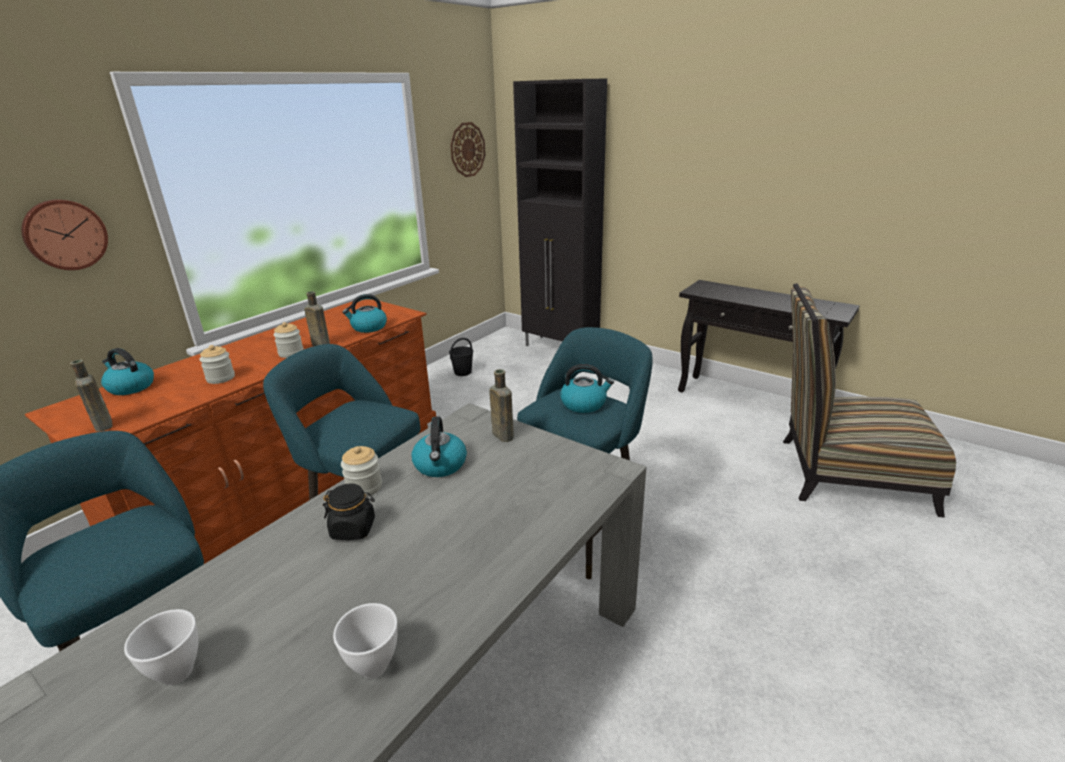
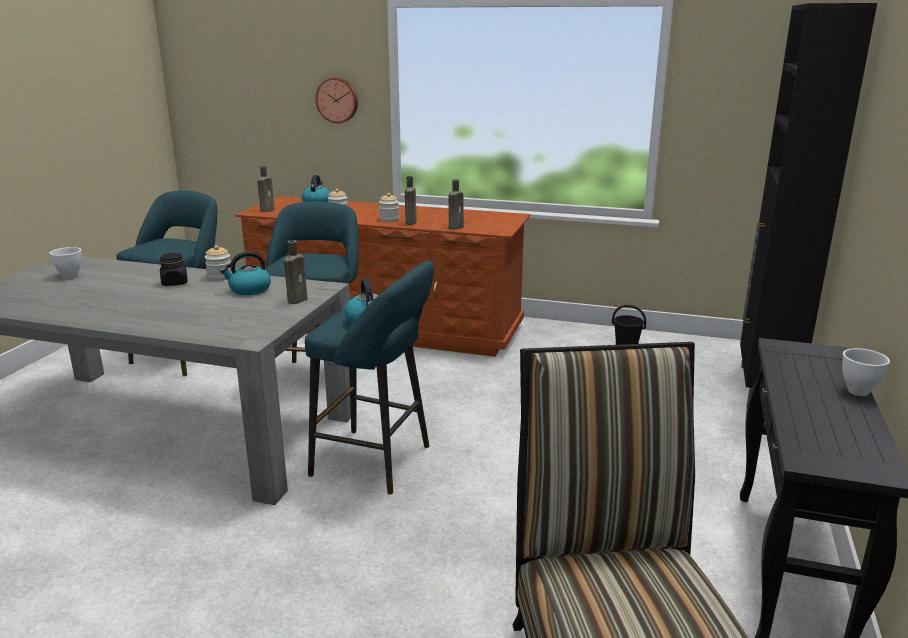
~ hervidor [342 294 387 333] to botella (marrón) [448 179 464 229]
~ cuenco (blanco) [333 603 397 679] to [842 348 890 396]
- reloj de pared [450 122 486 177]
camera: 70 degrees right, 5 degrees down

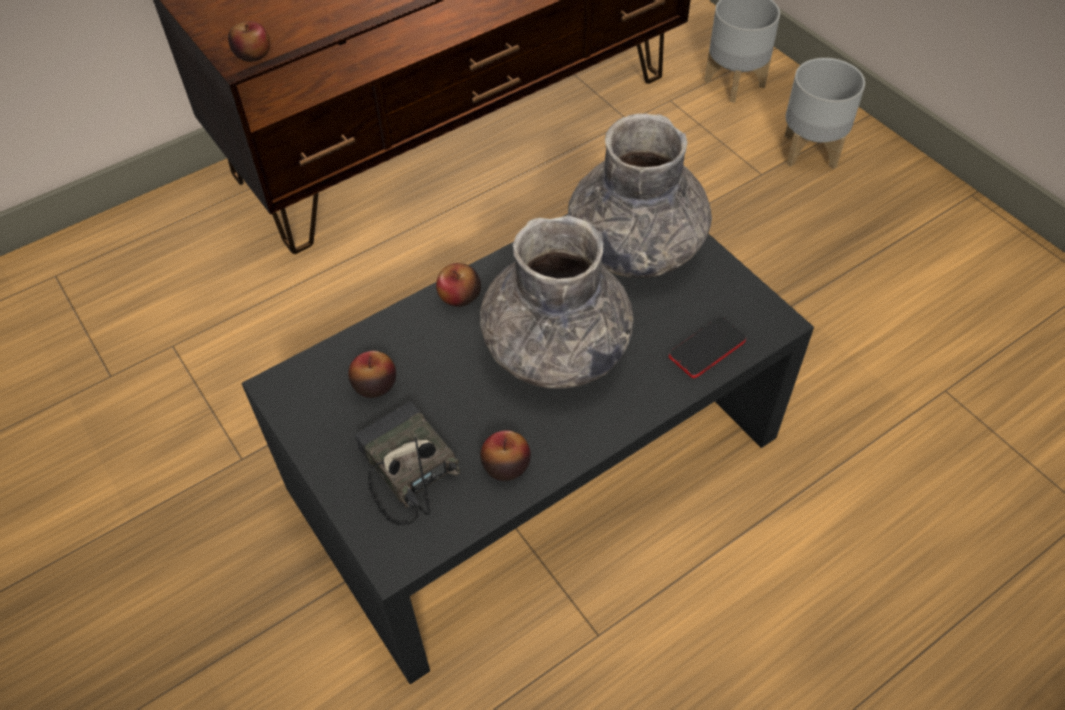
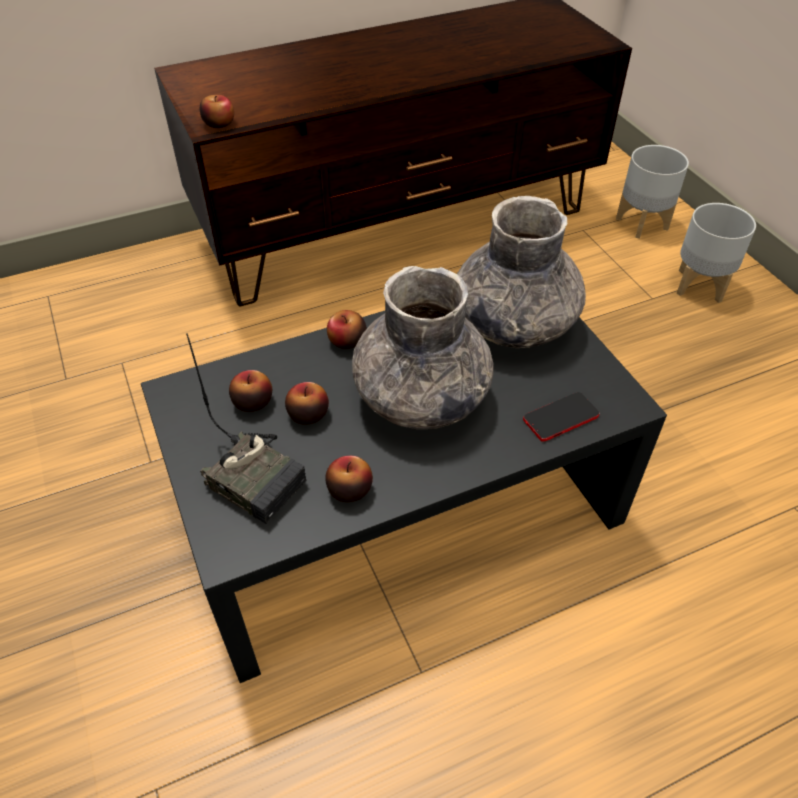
~ radio [355 401 460 525] = [186 333 306 524] 150 degrees clockwise
+ manzana [285 382 329 425]
camera: 10 degrees right, 5 degrees down

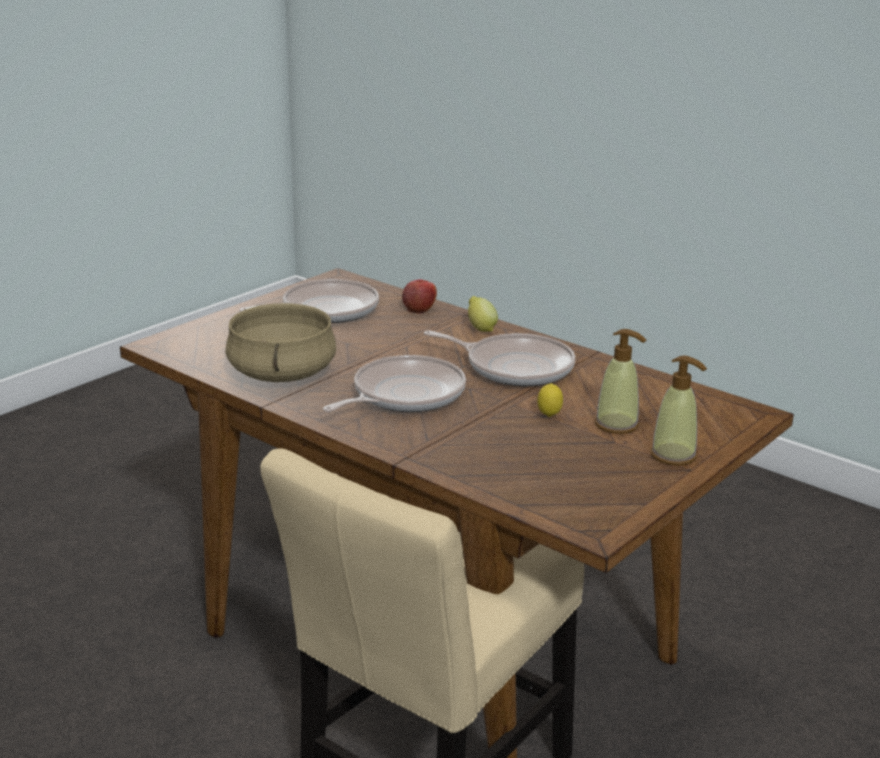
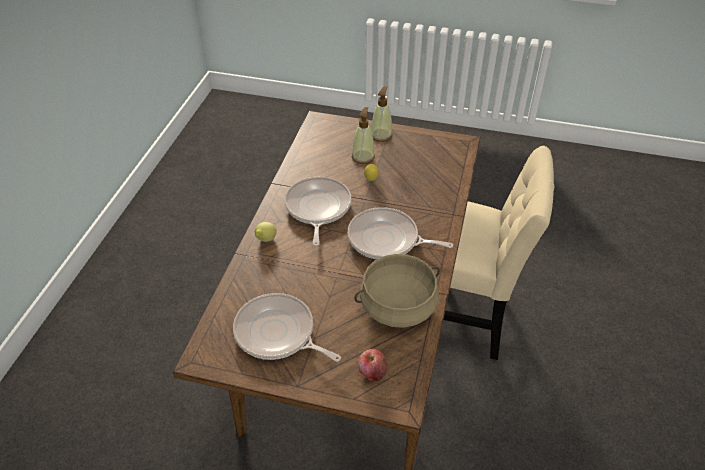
~ manzana [402 280 437 314] to [358 349 387 381]
camera: 115 degrees left, 20 degrees up

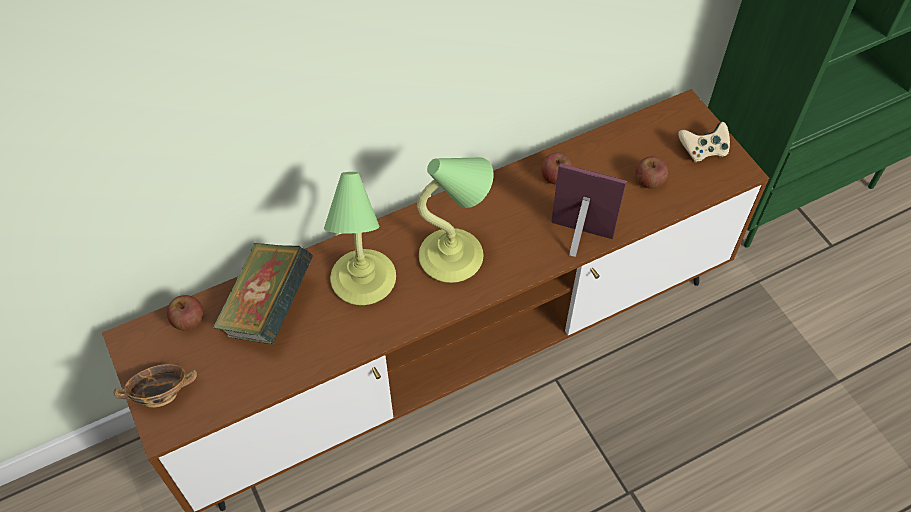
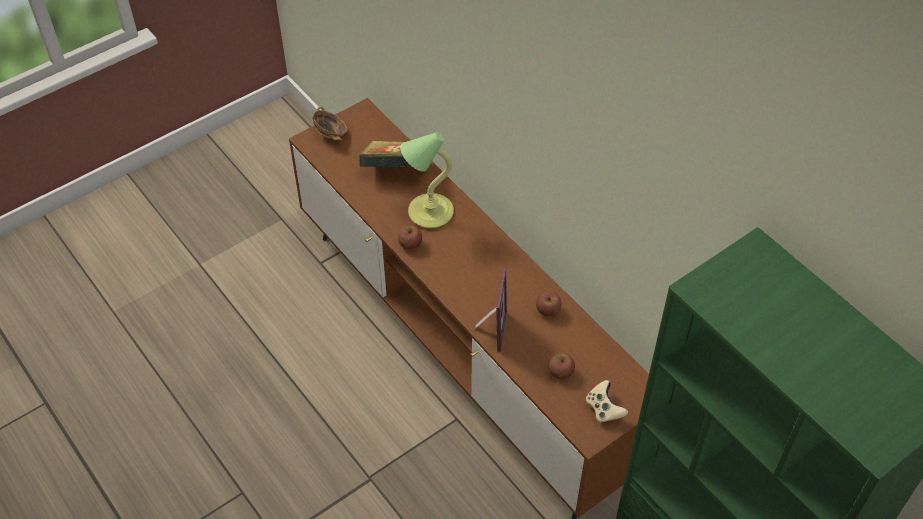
~ manzana [167 295 203 331] to [398 225 422 250]
- lámpara de mesa [417 158 494 283]
camera: 80 degrees right, 5 degrees down

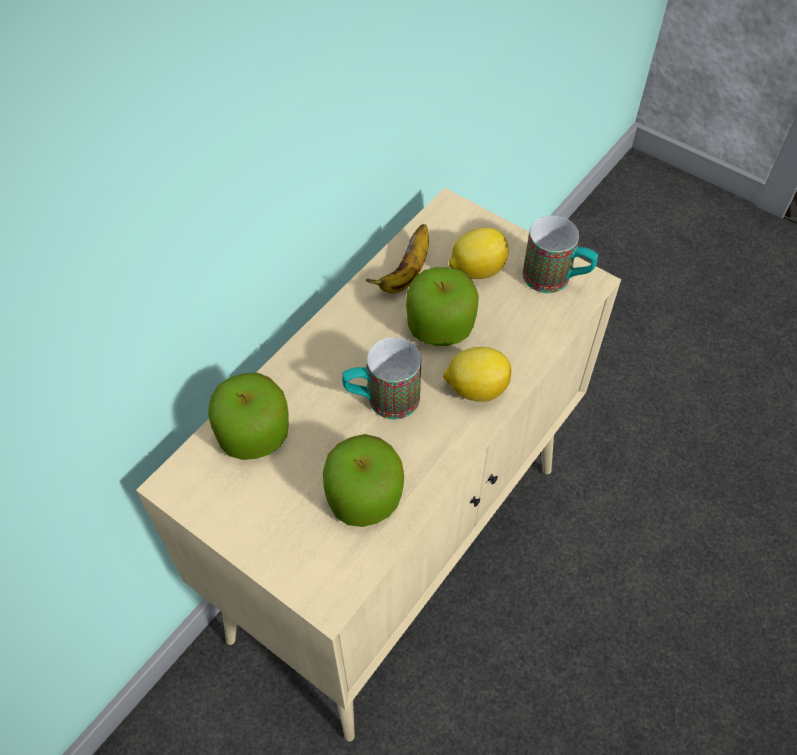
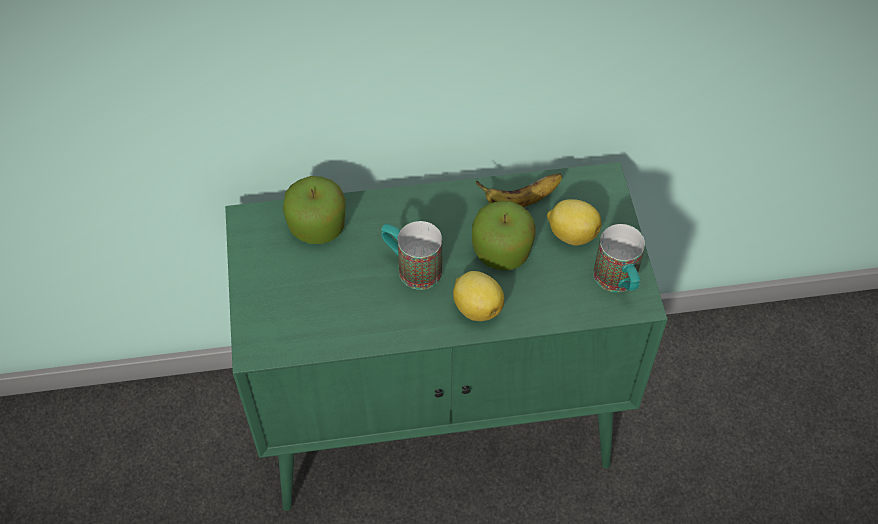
~ armario (beis) [136 188 621 741] to armario (verde) [225 162 668 511]
- manzana [323 434 404 527]
camera: 45 degrees right, 0 degrees up

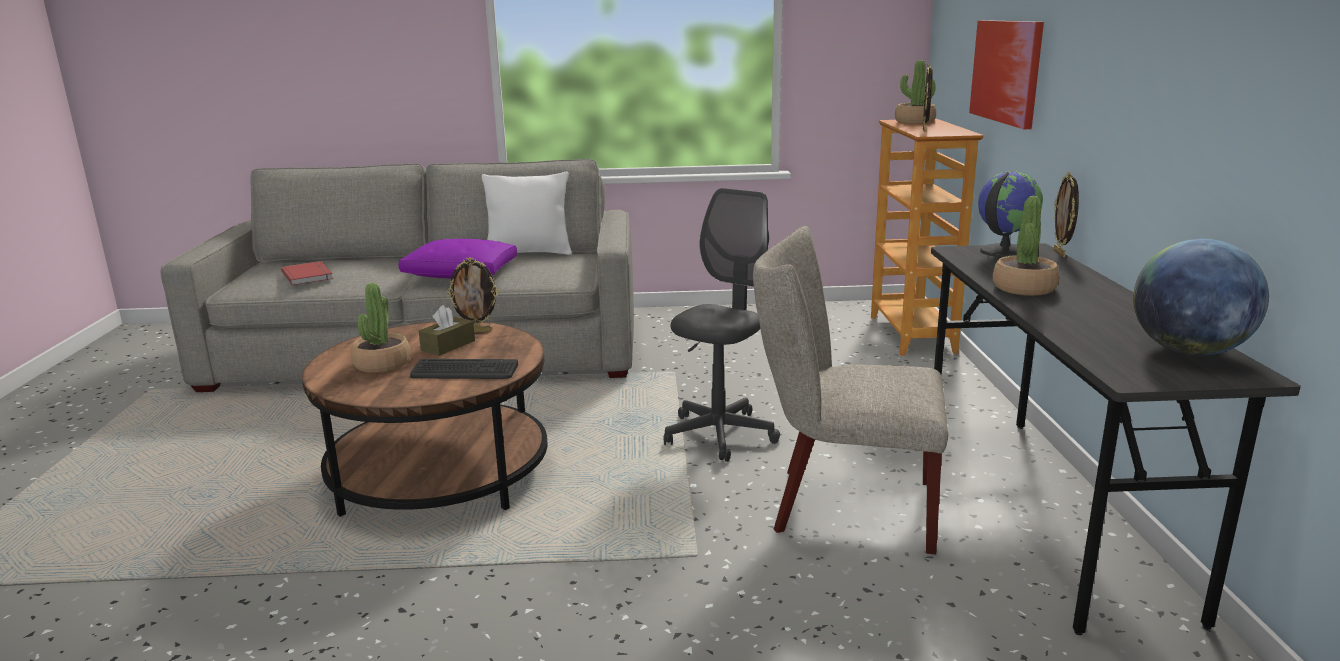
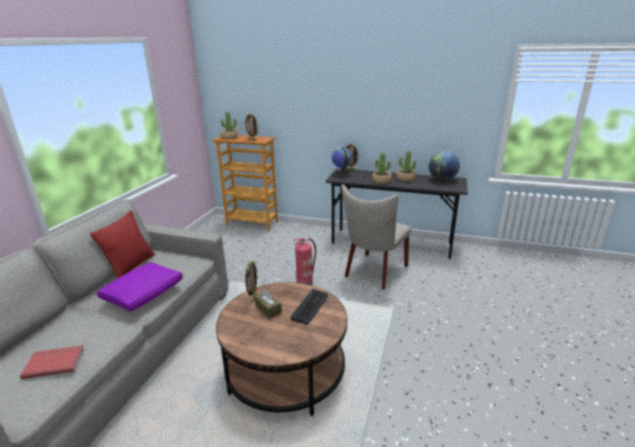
~ cojín (blanco) [482 172 572 255] to cojín (rojo) [90 210 155 279]
~ silla de oficina (gris) [664 188 780 462] to extintor [294 238 316 285]
~ planta en maceta [351 283 411 373] to [396 151 416 182]
- cuadro [969 20 1044 129]
camera: 70 degrees left, 5 degrees up

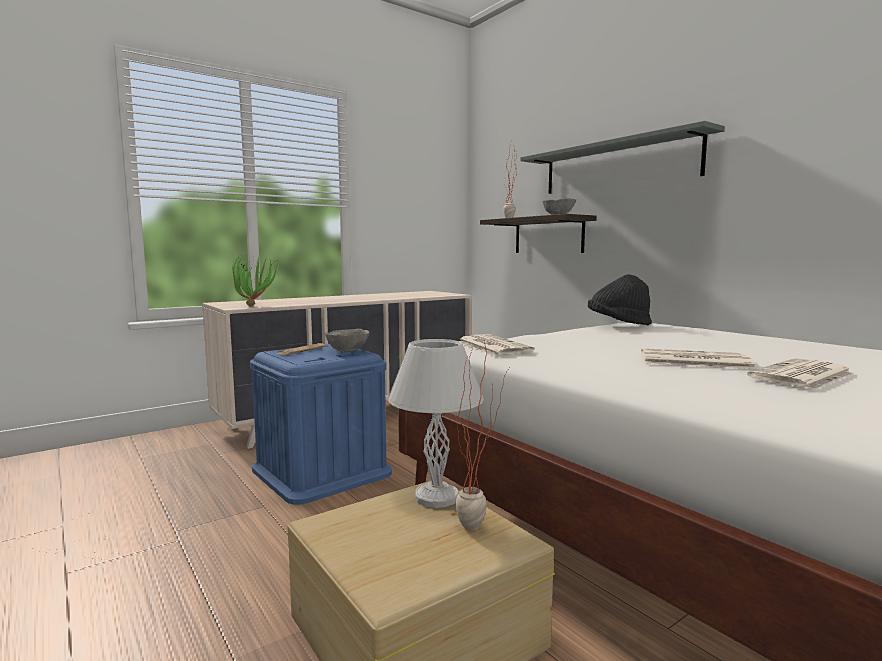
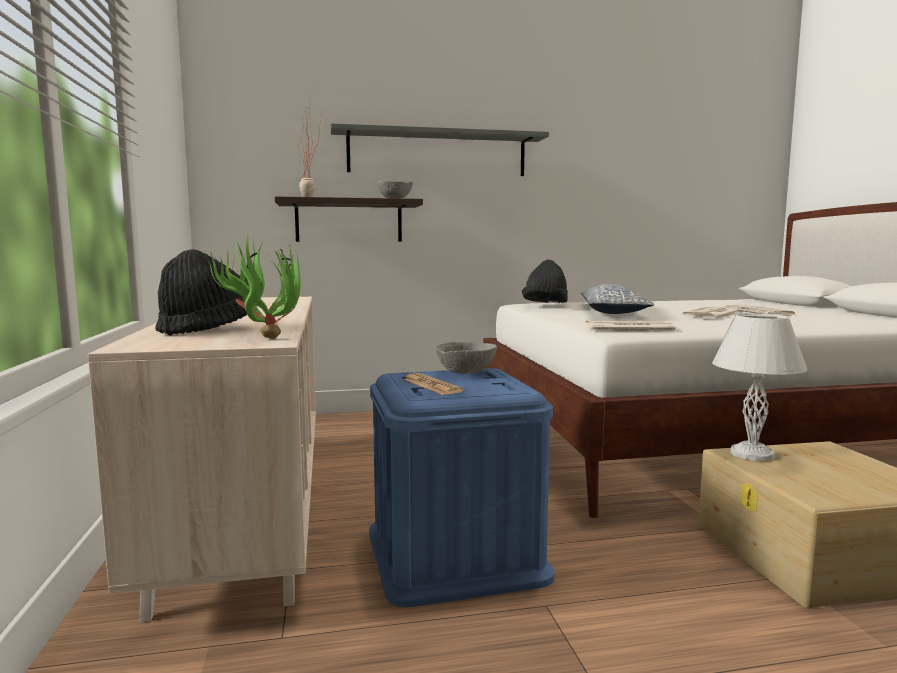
+ sombrero (negro) [155 249 247 336]
+ cojín [581 284 654 314]
- planta en maceta [454 341 510 530]
camera: 65 degrees left, 0 degrees up

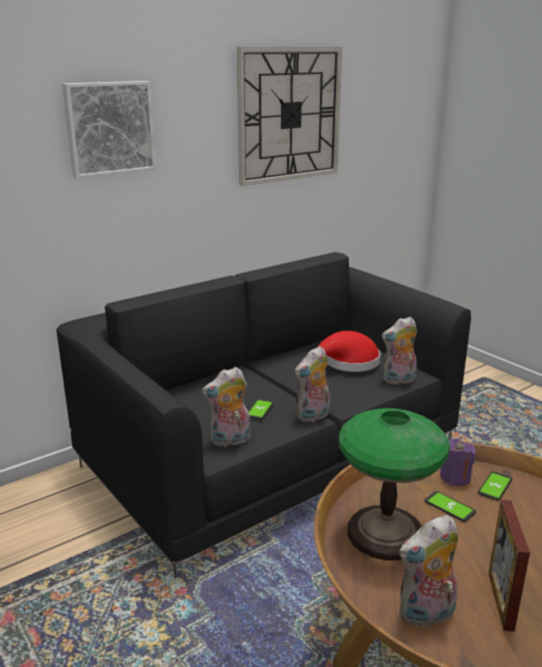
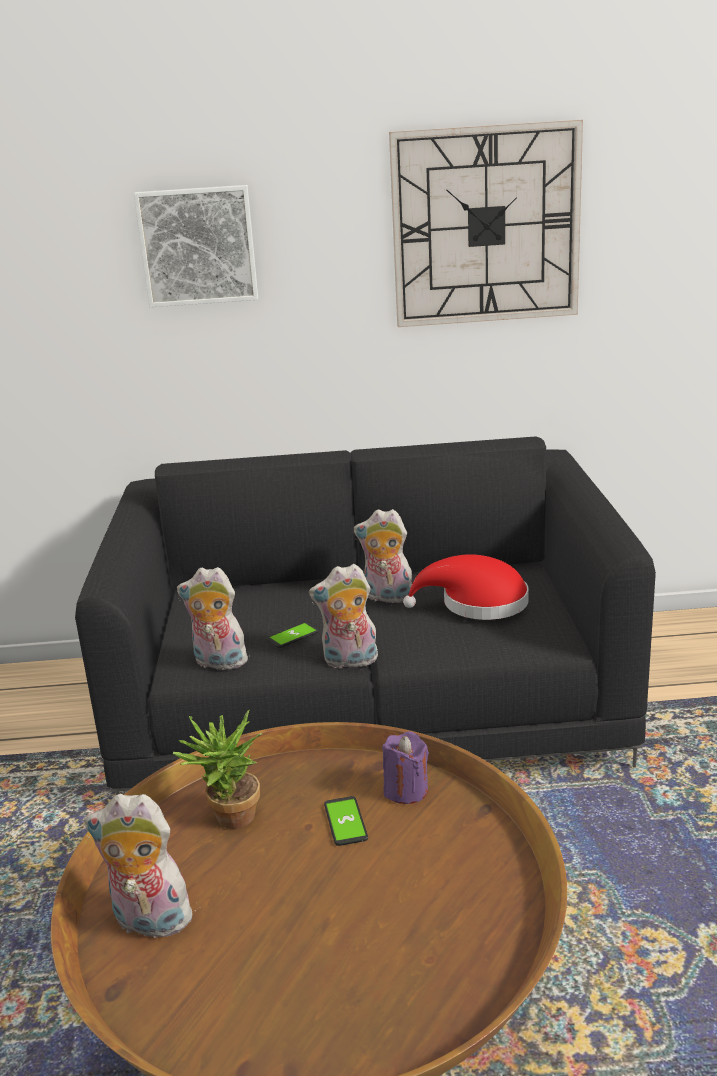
~ lámpara de mesa [338 408 450 561] to planta en maceta [172 709 262 829]
~ peluche [382 317 417 385] to [354 509 414 603]
- móvil [478 471 512 501]
- portarretratos [488 500 530 632]
camera: 35 degrees right, 0 degrees up

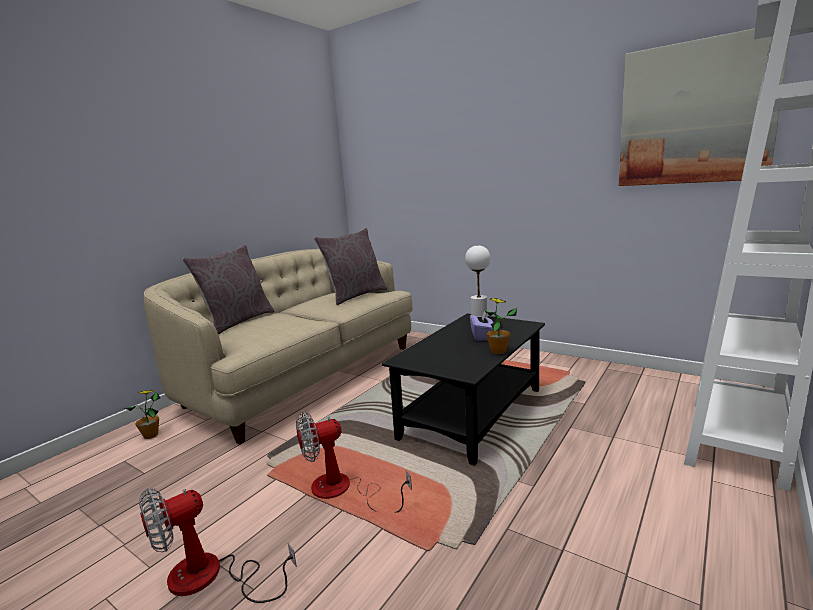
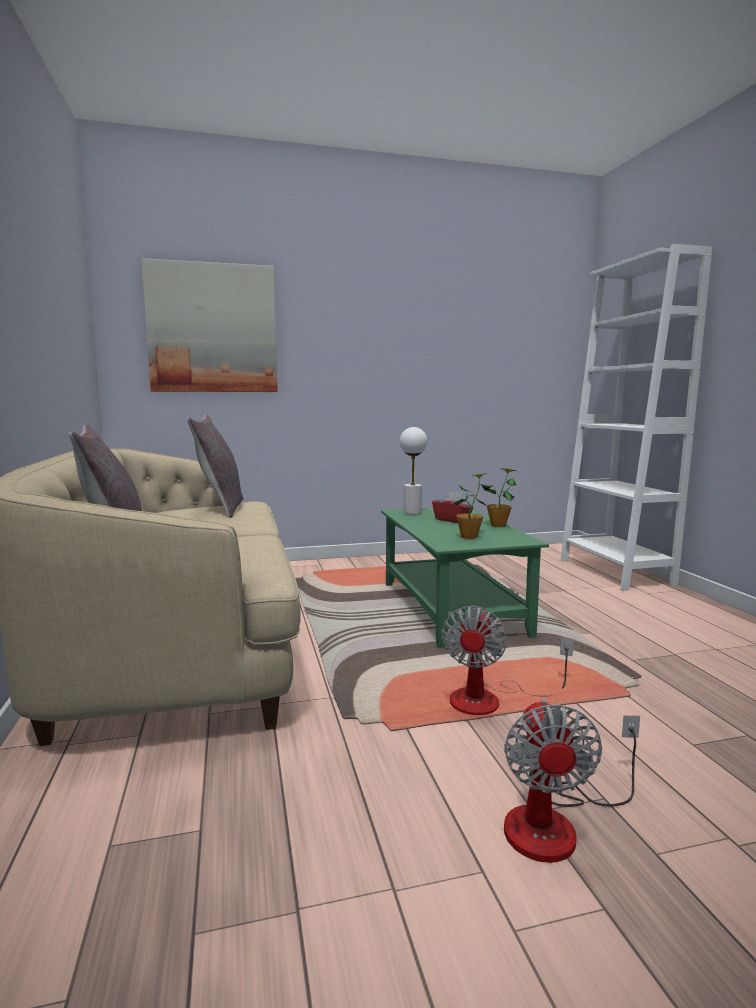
~ cuadro [619 28 790 186] to [141 258 277 392]
~ mesa de centro (negro) [382 314 545 466] to mesa de centro (verde) [381 508 549 648]
~ caja de pañuelos (morado) [470 311 493 341] to caja de pañuelos (rojo) [432 491 473 523]
~ planta en maceta [125 390 160 439] to [452 473 487 539]
camera: 50 degrees left, 5 degrees down

